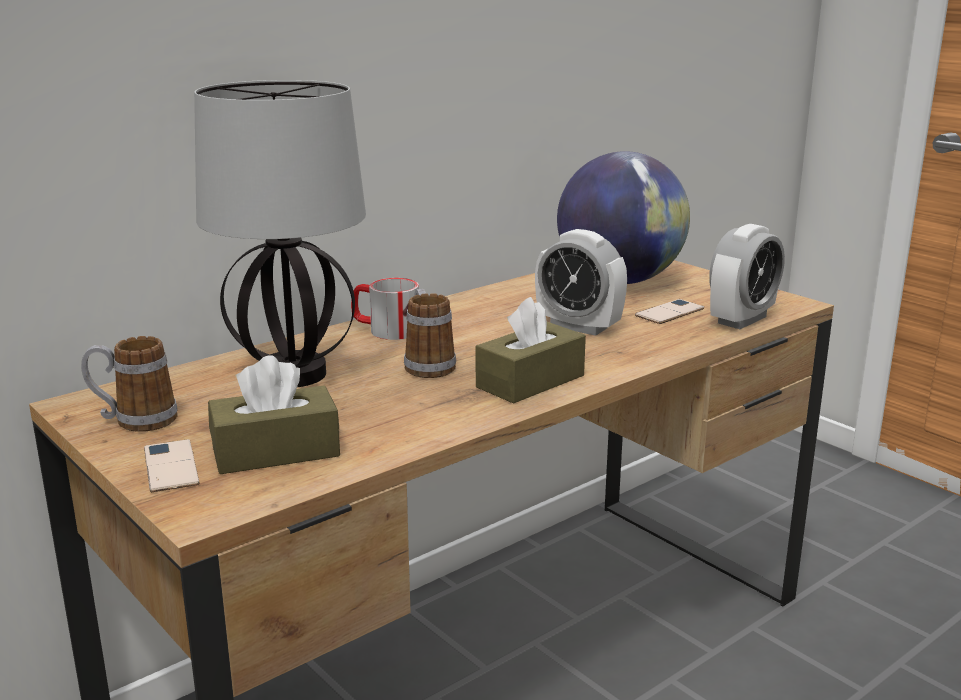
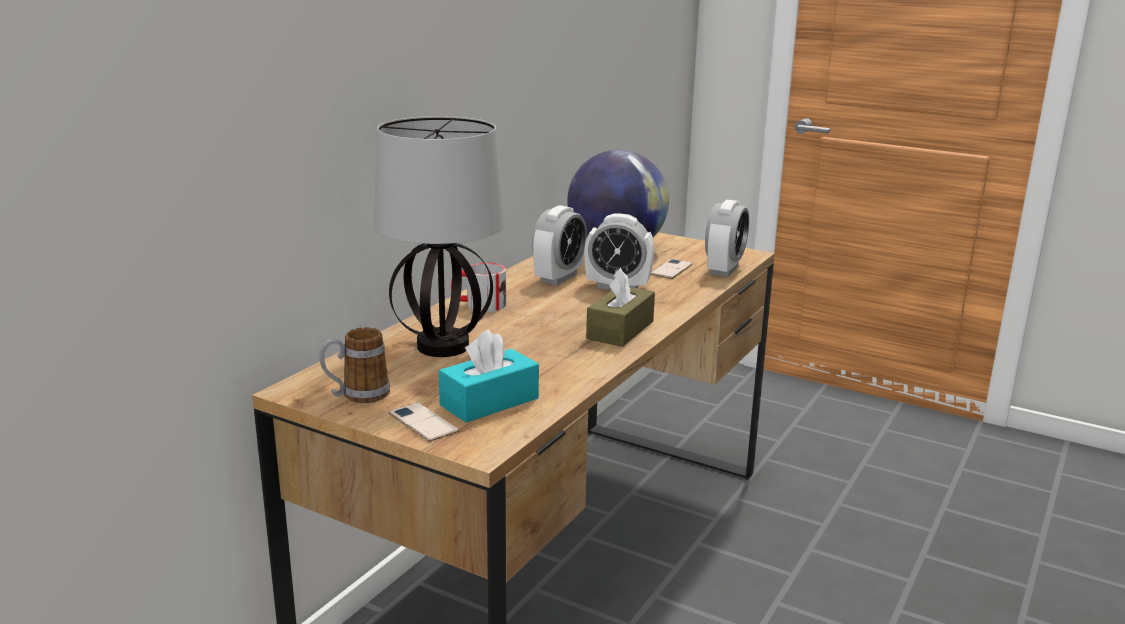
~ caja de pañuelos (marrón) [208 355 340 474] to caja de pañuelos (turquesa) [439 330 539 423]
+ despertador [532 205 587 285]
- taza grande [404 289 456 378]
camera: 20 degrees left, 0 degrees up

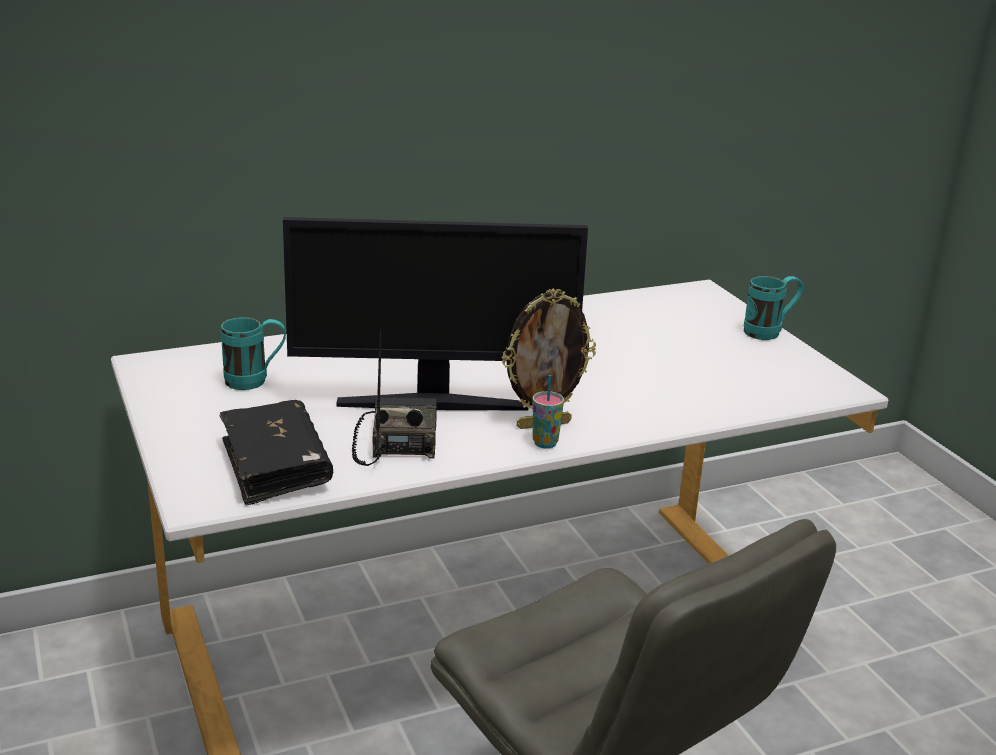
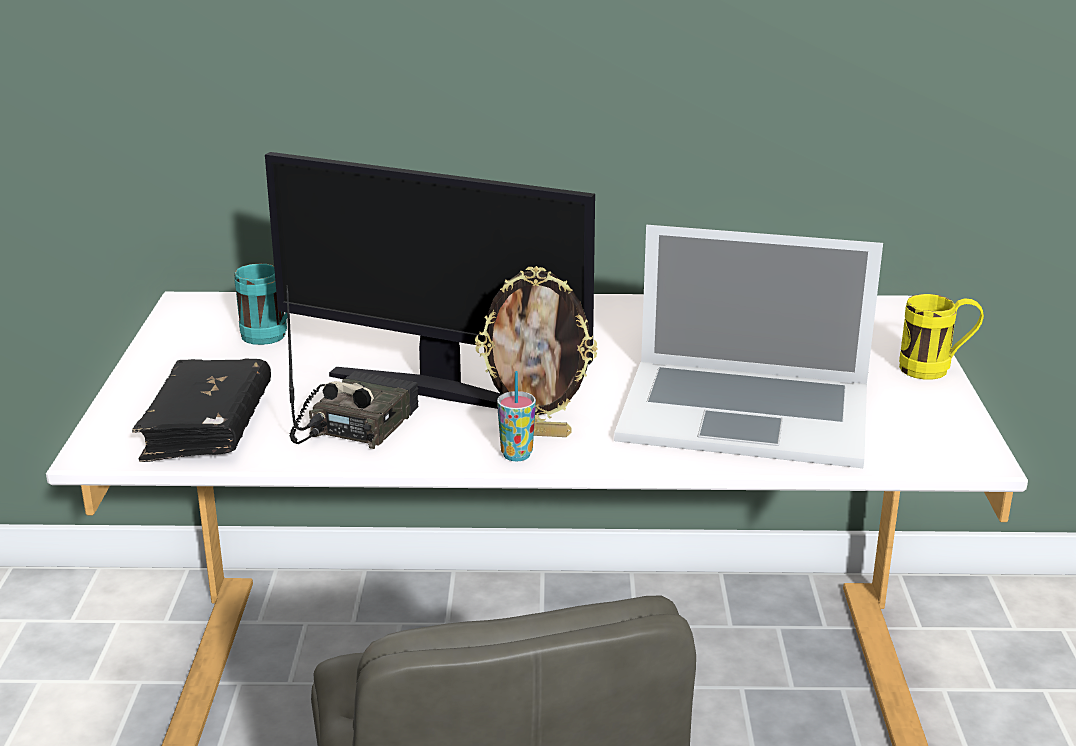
+ portátil [614 225 883 468]
~ taza grande (turquesa) [744 276 803 340] to taza grande (amarillo) [899 294 984 380]
camera: 25 degrees right, 0 degrees up

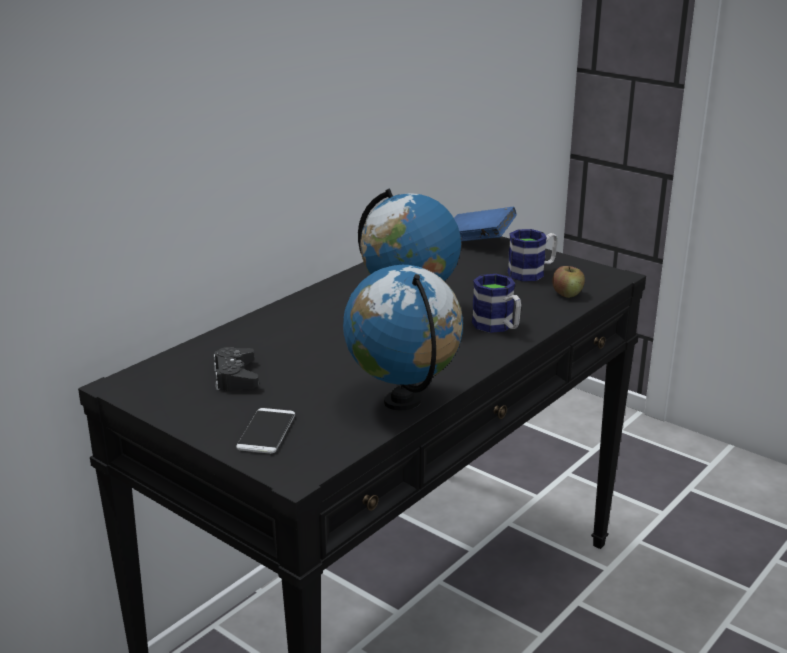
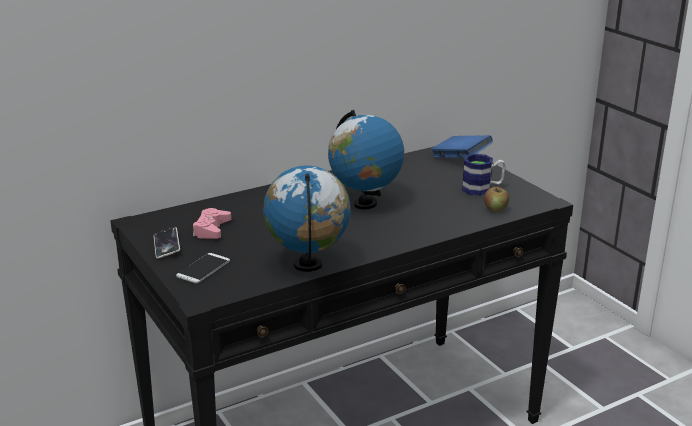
+ móvil [154 227 180 259]
~ mando de consola (negro) [214 347 259 391] to mando de consola (rosa) [193 208 231 239]
- taza grande [472 274 521 333]
camera: 20 degrees right, 0 degrees up

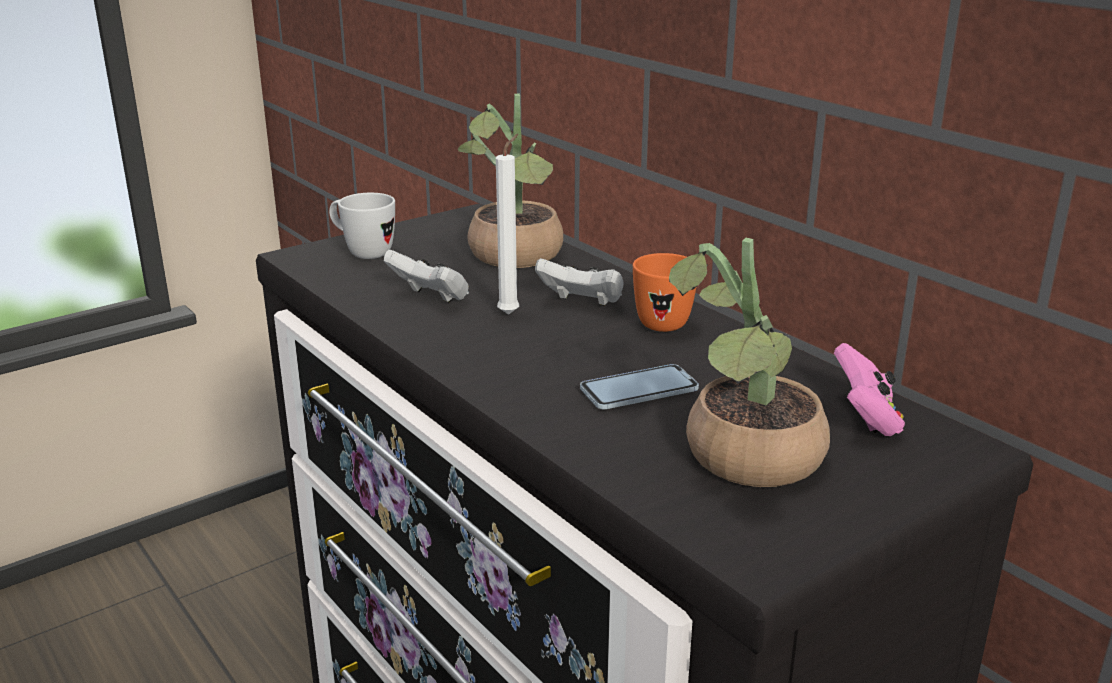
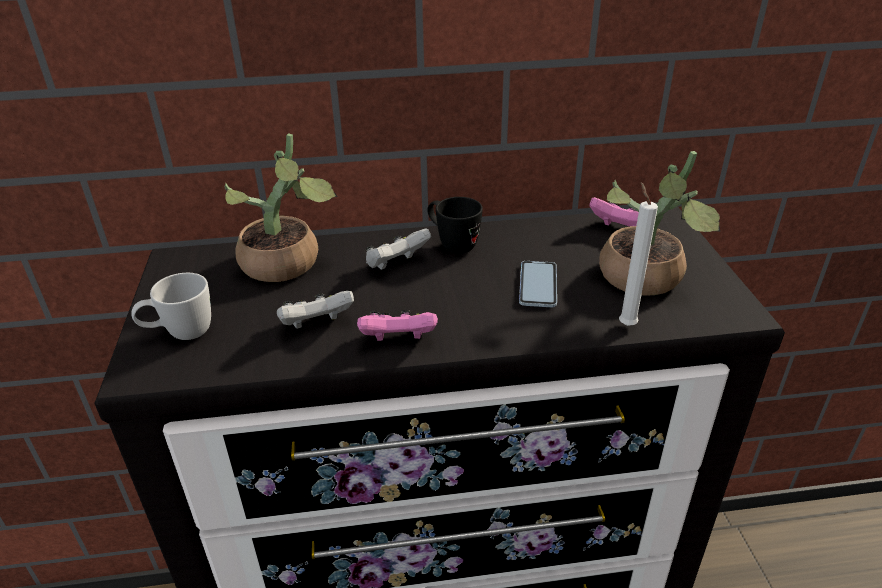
+ mando de consola (rosa) [357 310 438 341]
~ taza grande (naranja) [633 253 696 332] to taza grande (negro) [427 197 483 254]
~ vela (blanco) [496 134 519 315] to [619 182 658 326]
camera: 60 degrees left, 10 degrees up

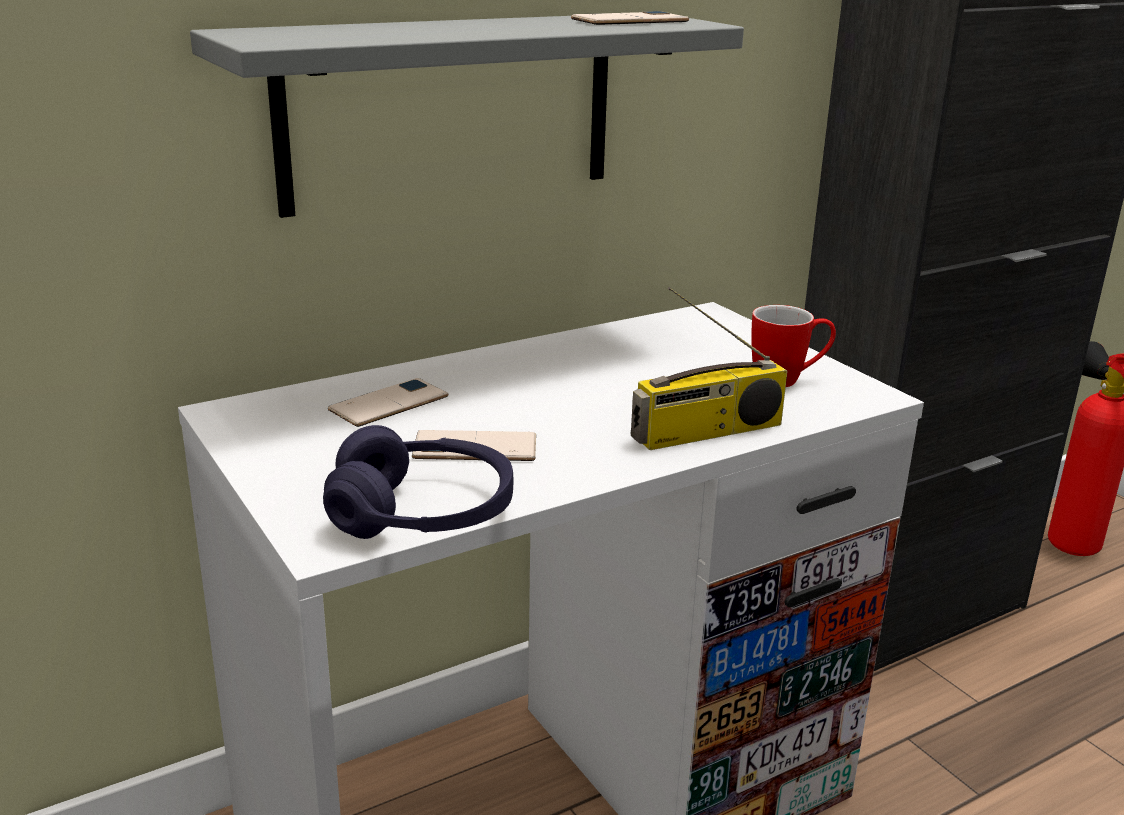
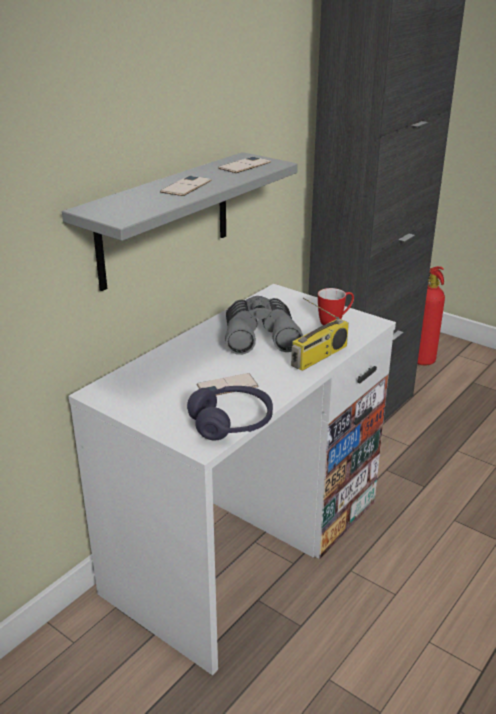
~ móvil [328 378 448 427] to [160 176 211 196]
+ prismáticos (gris) [225 296 303 355]
camera: 20 degrees left, 5 degrees up

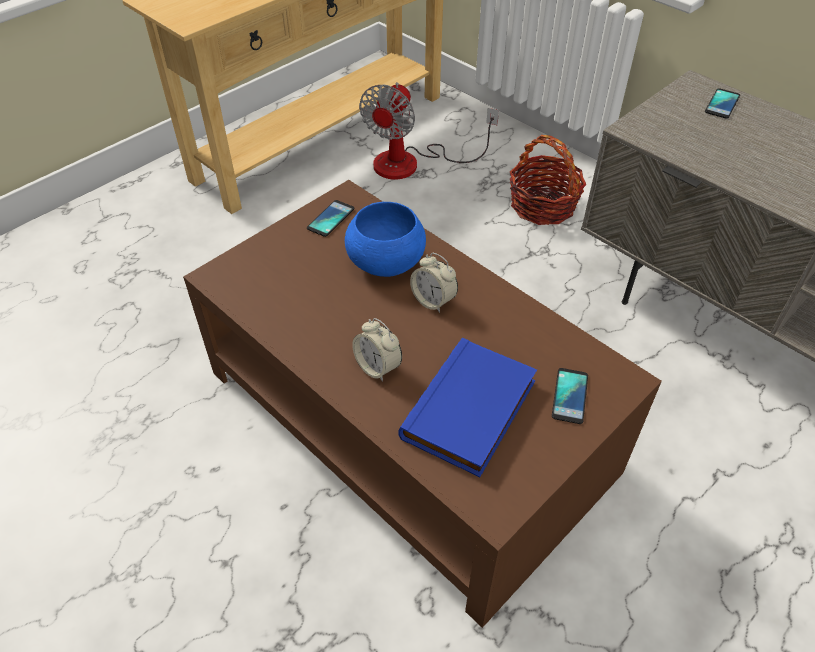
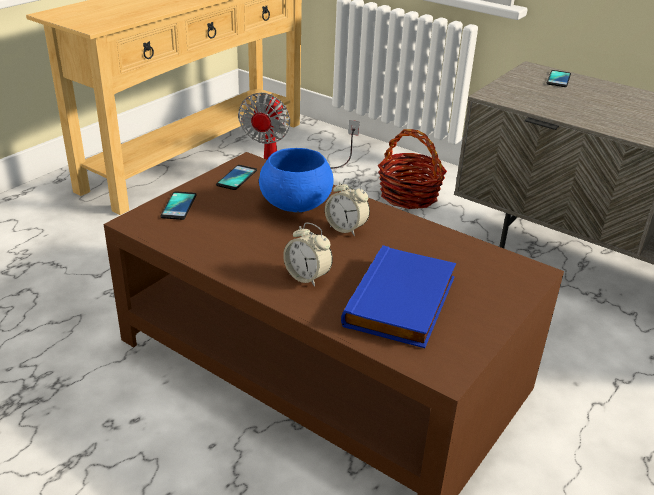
~ móvil [552 368 588 424] to [160 191 197 220]
camera: 10 degrees left, 15 degrees down

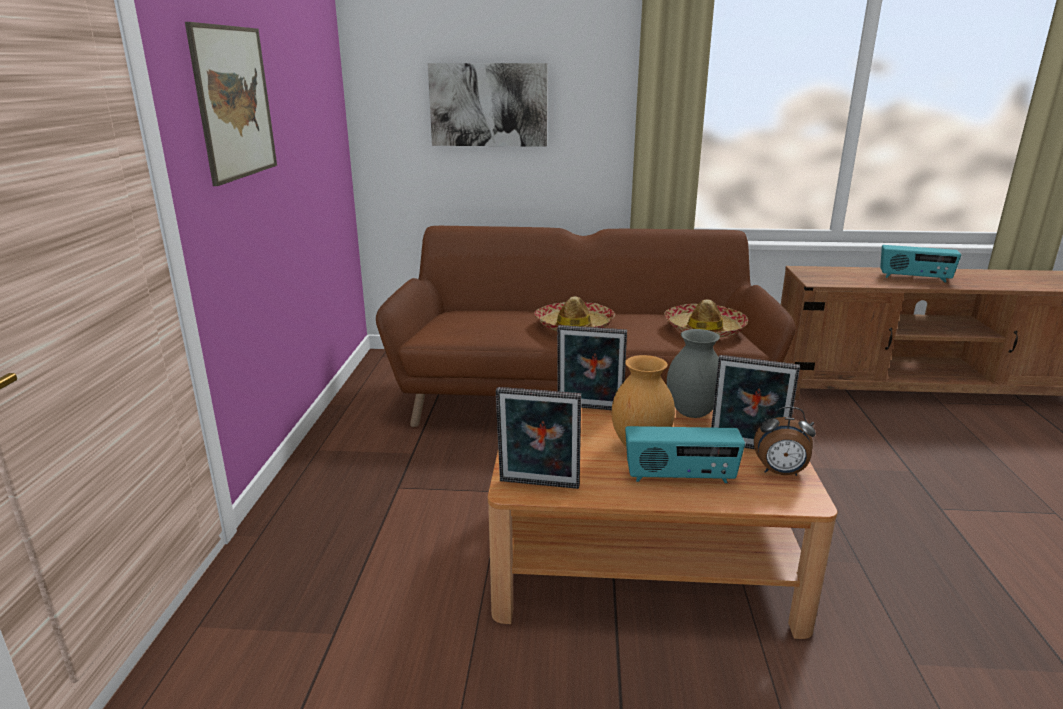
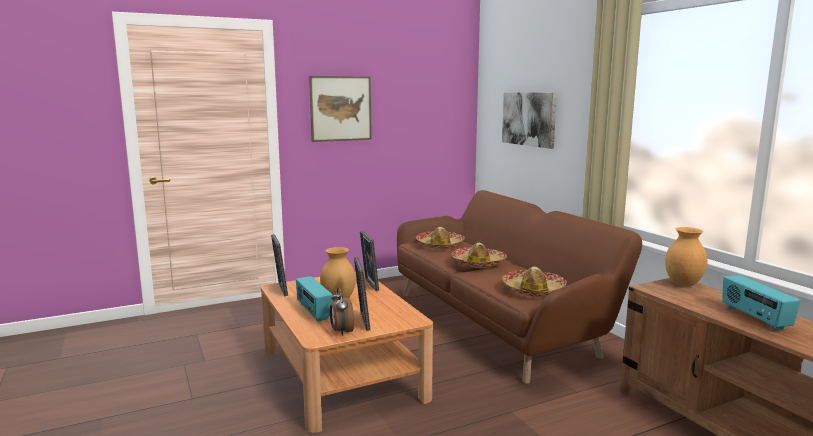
+ sombrero [416 227 465 250]
+ florero (marrón) [665 227 707 287]
- florero (gris) [667 329 720 418]
camera: 60 degrees right, 10 degrees down

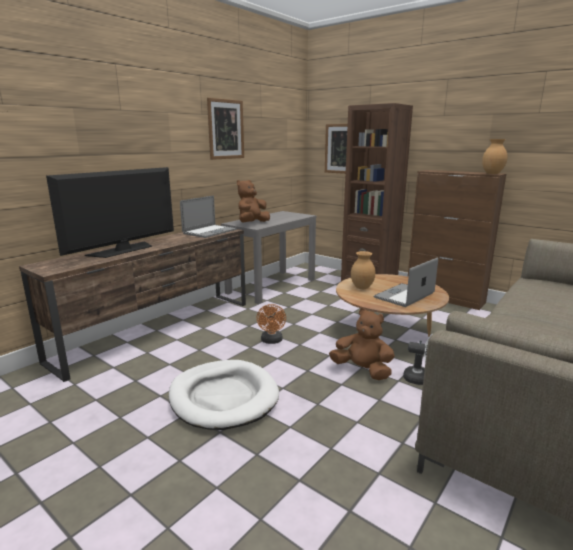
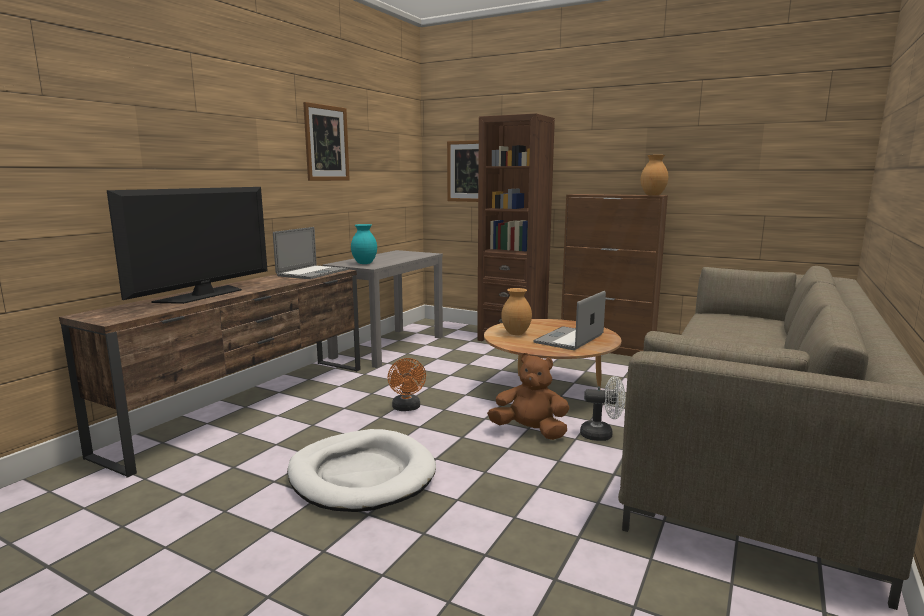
~ peluche (marrón) [237 180 270 222] to florero (turquesa) [351 224 377 264]
camera: 10 degrees left, 5 degrees down

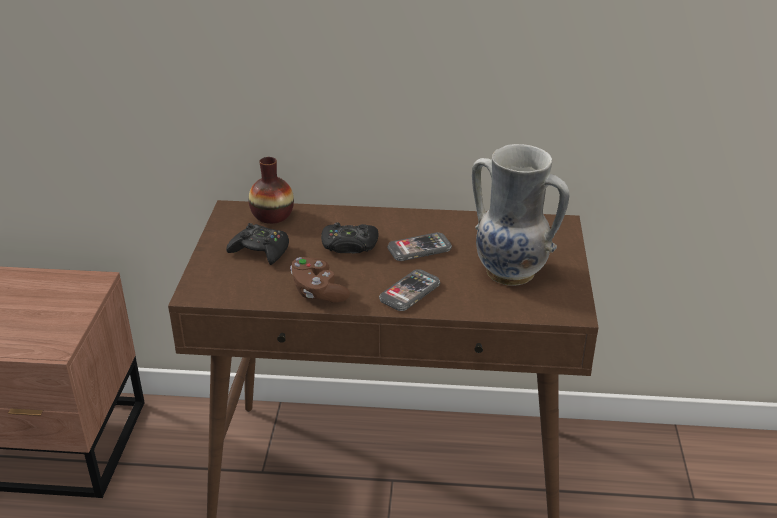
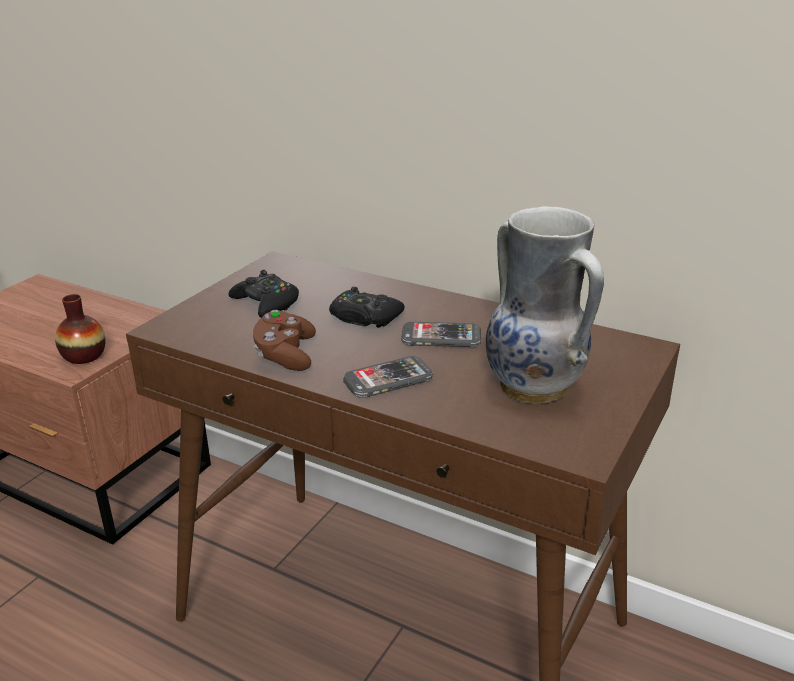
~ florero [248 157 294 224] to [55 294 106 364]
camera: 25 degrees right, 5 degrees down

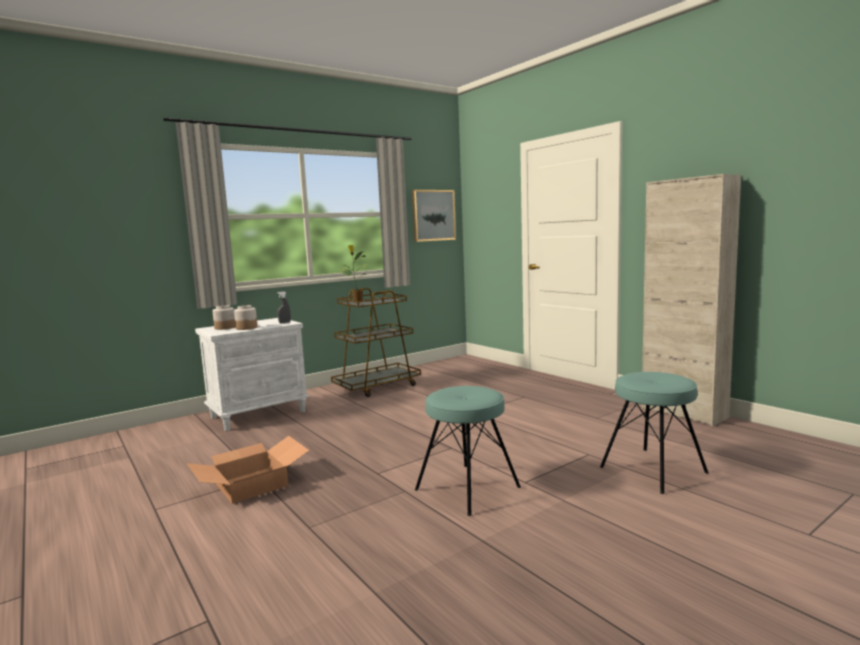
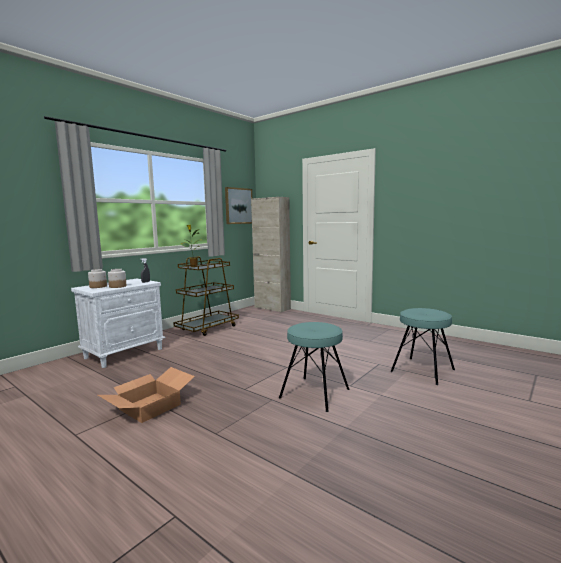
~ armario (beis) [642 174 741 426] to [251 197 291 312]
camera: 15 degrees left, 0 degrees up

